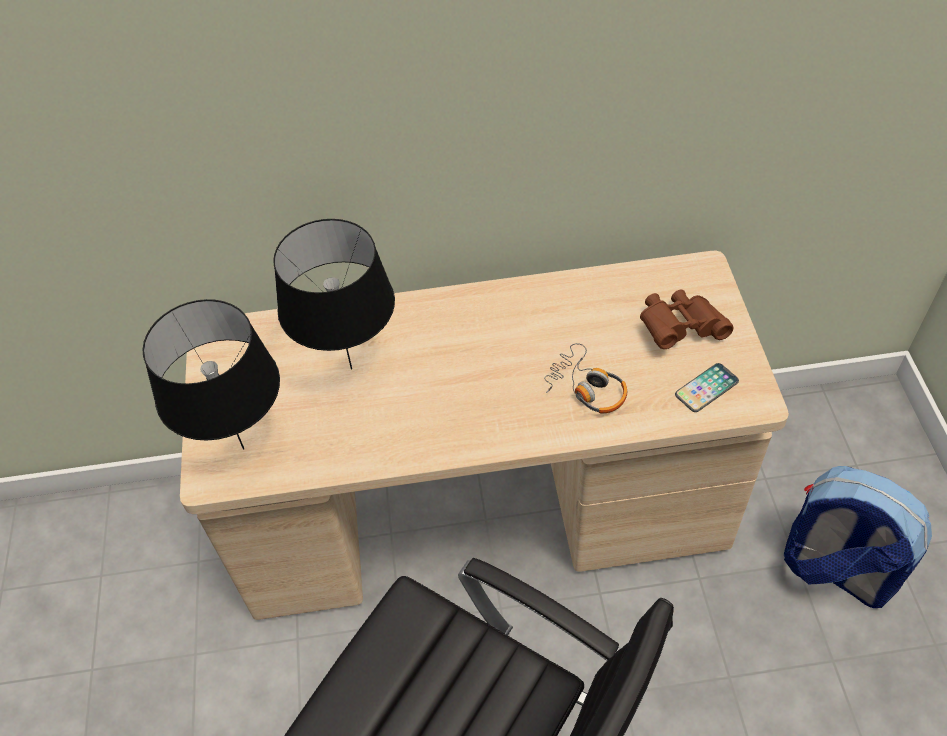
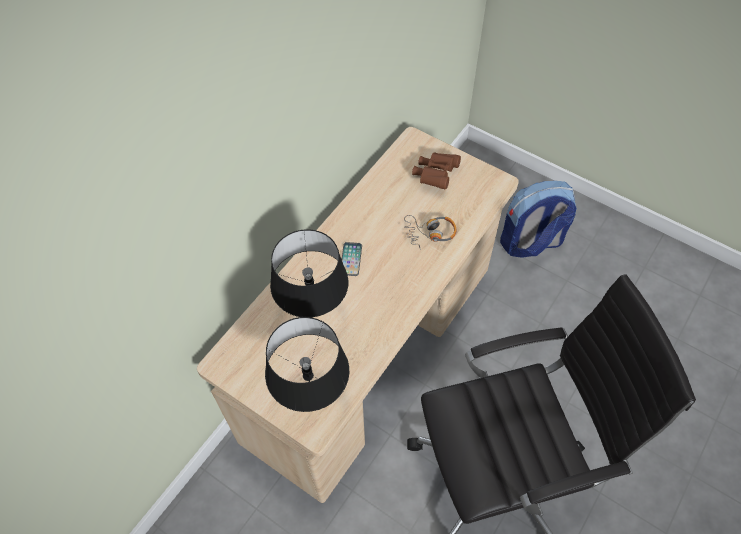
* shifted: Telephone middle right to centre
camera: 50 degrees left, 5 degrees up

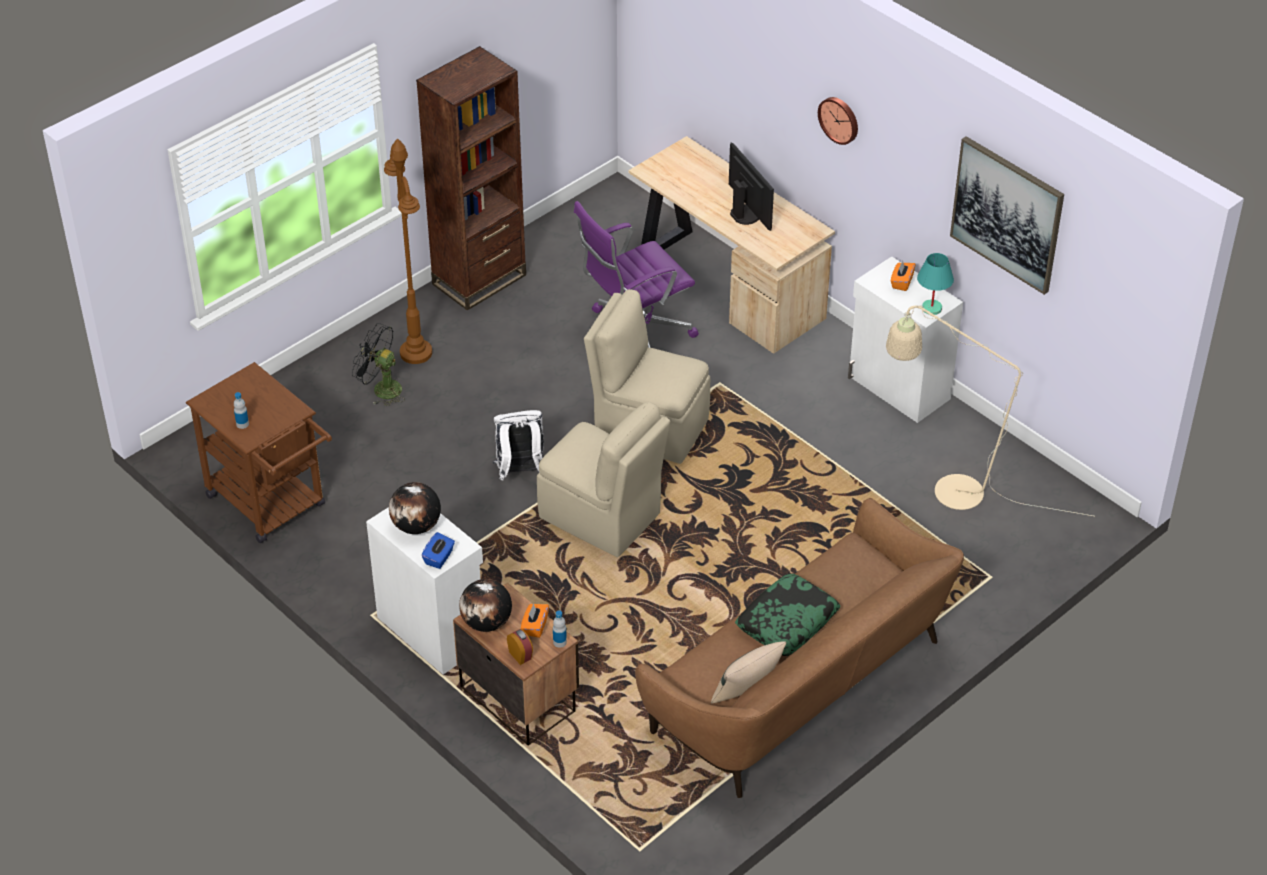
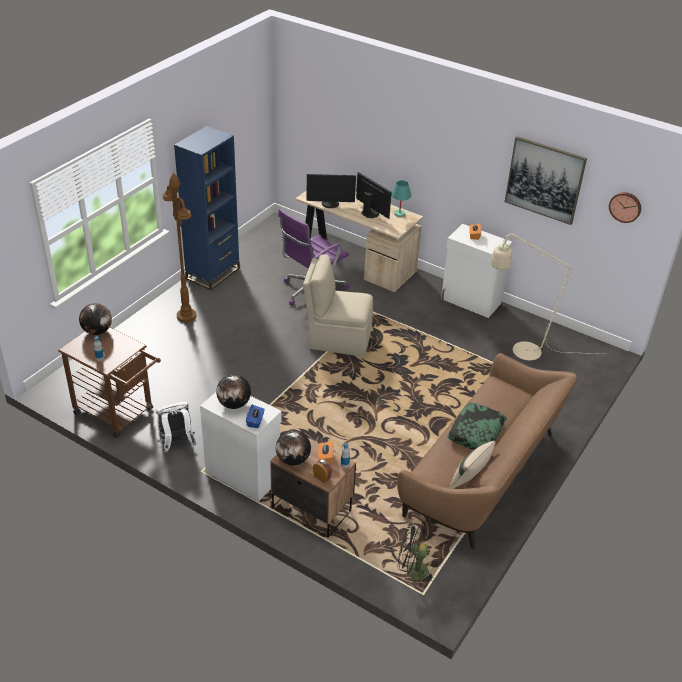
* gone: BeigeUprightChair (no. 1 from left) centre
* new: DeskGlobe (no. 1 from left) middle left
* new: ComputerScreen (no. 1 from left) top centre
* shifted: BlackCoolingFan middle left to bottom centre
* shifted: WhiteBackpack centre to middle left
* shifted: WallClock top centre to top right
* shifted: TurquoiseColouredLampForATable top right to top centre
* repainted: BrownishShelvingUnit top centre to BlueColouredShelvingUnit top left
camera: 15 degrees left, 5 degrees down

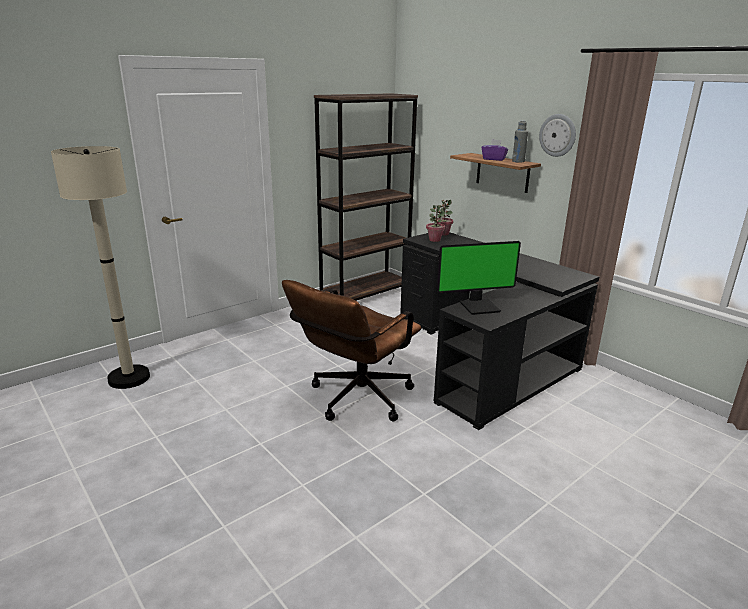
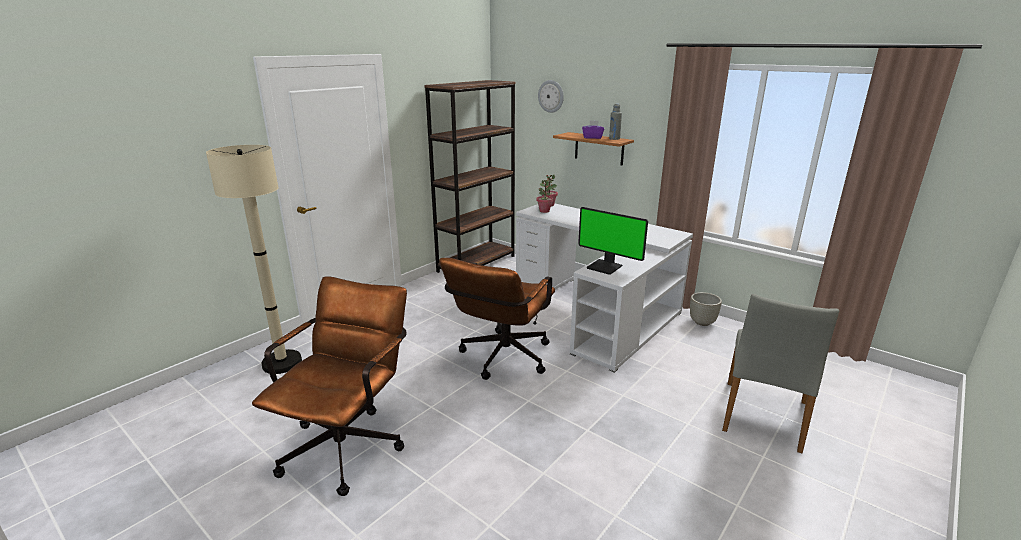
* new: BrownishComputerChair (no. 1 from left) bottom left
* new: GreyPlantPot middle right
* new: GreyUprightChair bottom right
* shifted: WallClock top right to top centre
* repainted: BlackDeskTable middle right to WhiteDeskTable centre
* rotated: ComputerScreen centre = centre 60 degrees clockwise
camera: 10 degrees left, 0 degrees up

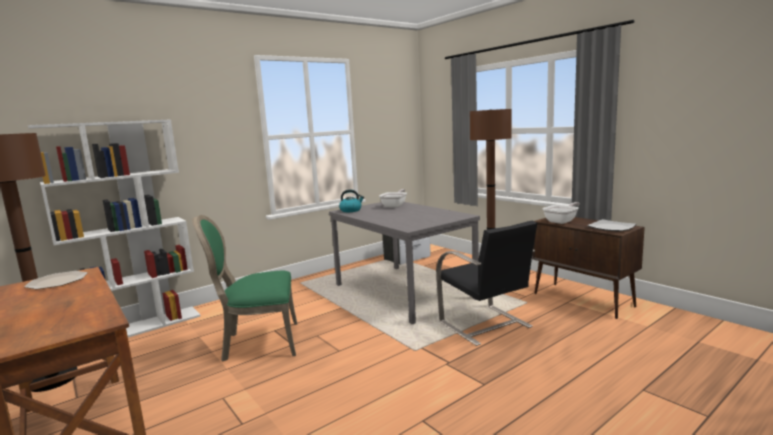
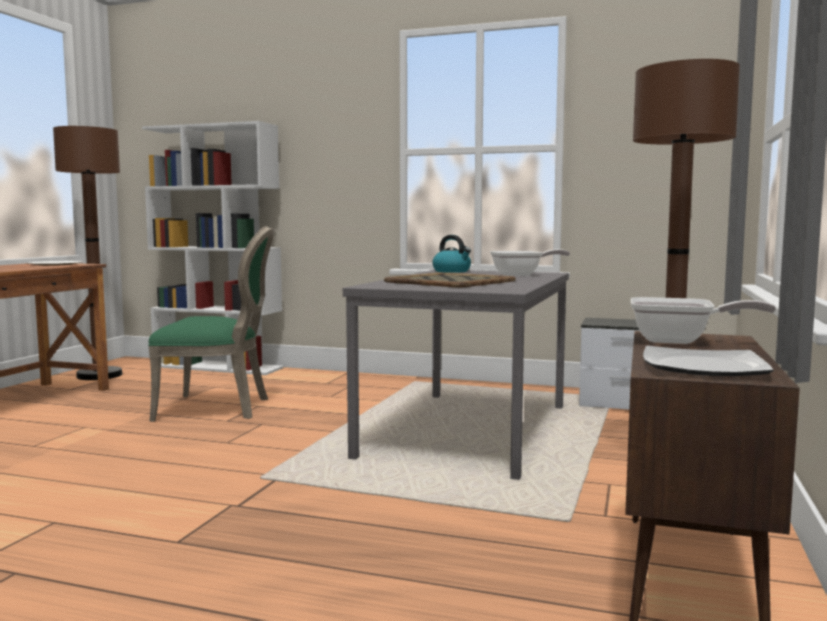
* gone: BlackUprightChair centre
* new: Tray centre
* rotated: GreenUprightChair middle left = middle left 135 degrees clockwise
camera: 55 degrees right, 5 degrees down

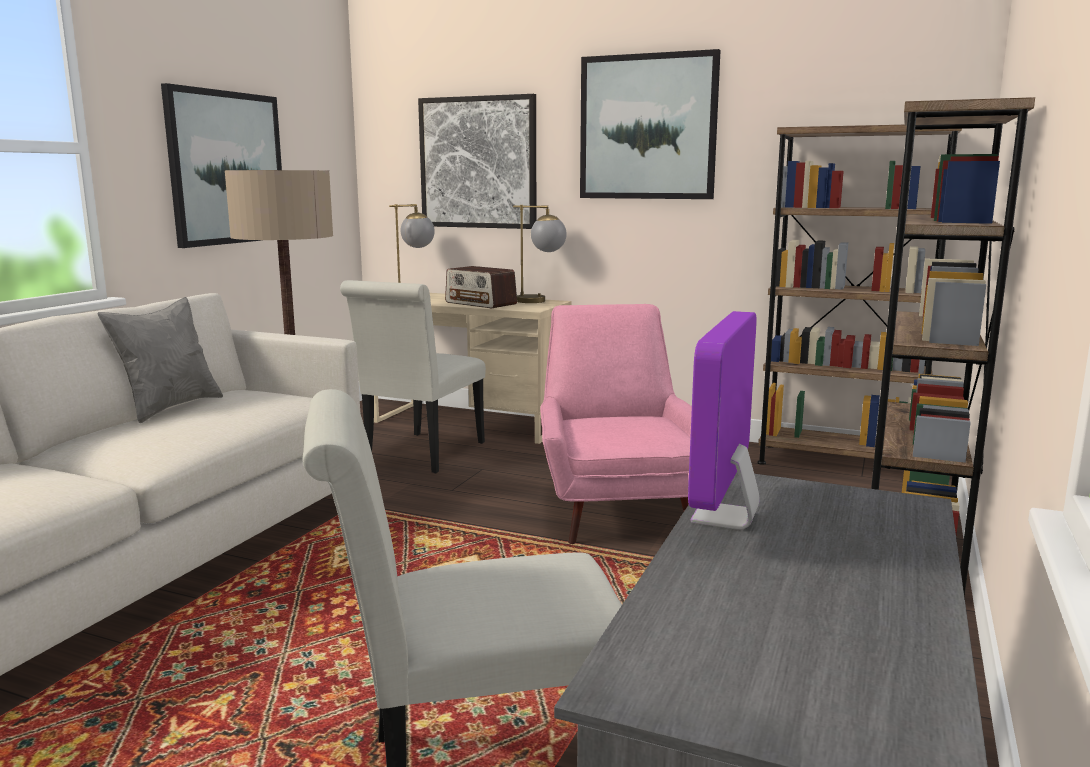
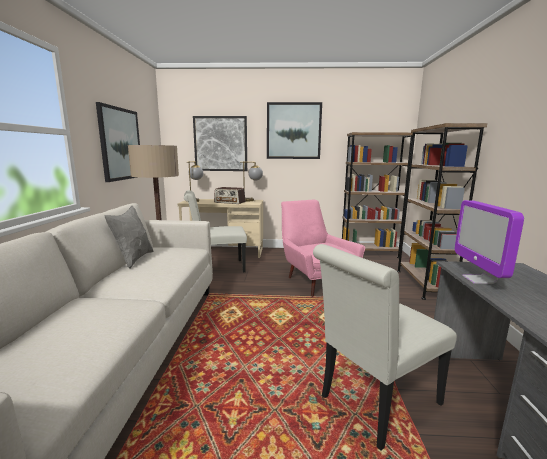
* rotated: WhiteUprightChair (no. 1 from left) centre = centre 75 degrees clockwise
camera: 20 degrees left, 0 degrees up

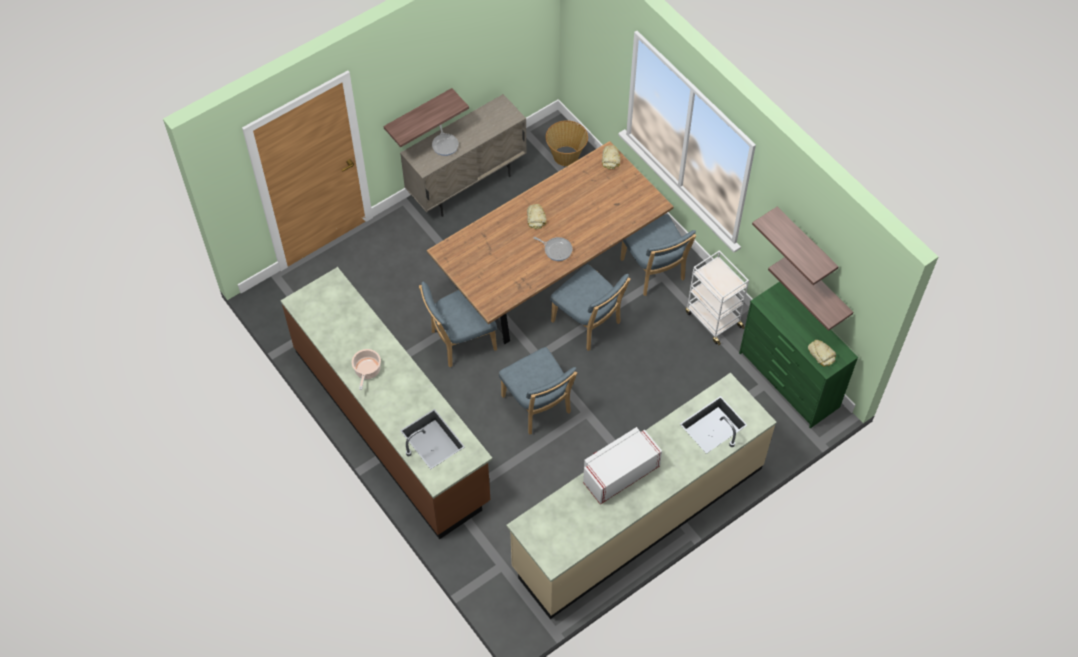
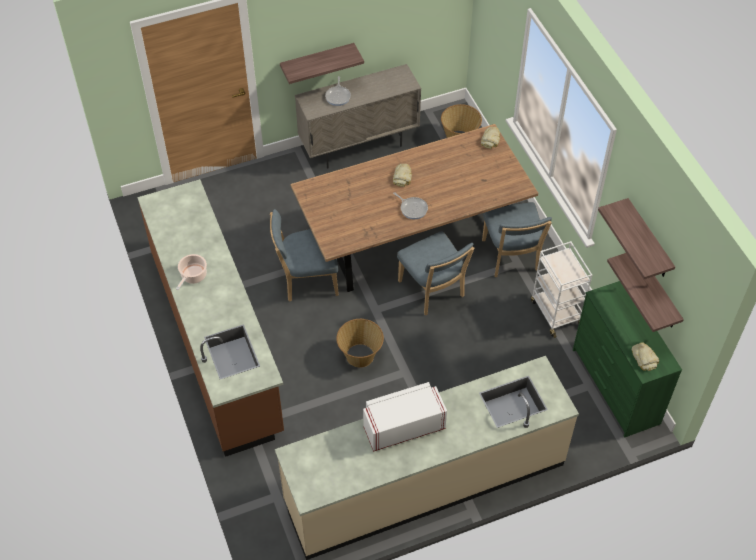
* swapped: BlueColouredUprightChair (no. 2 from left) centre to StorageBasket (no. 1 from left) centre
camera: 15 degrees right, 5 degrees down

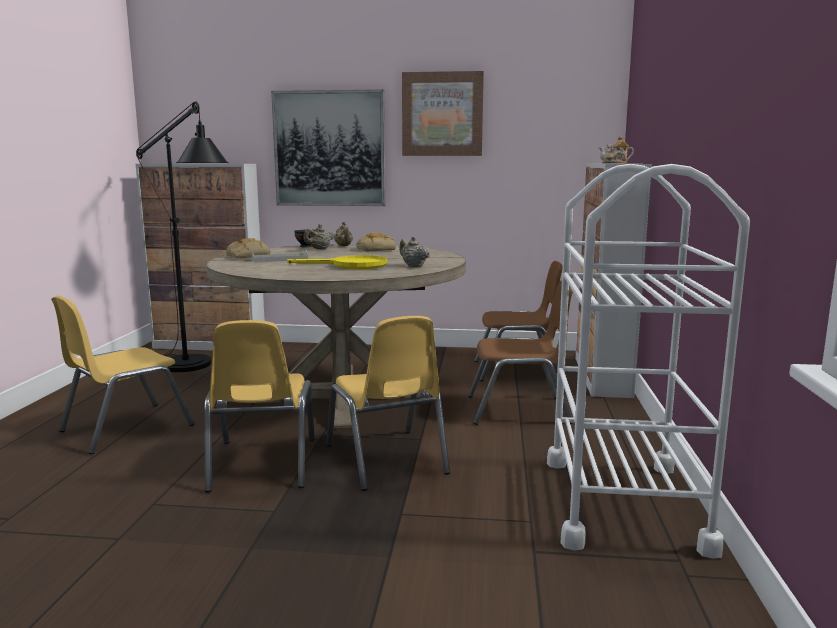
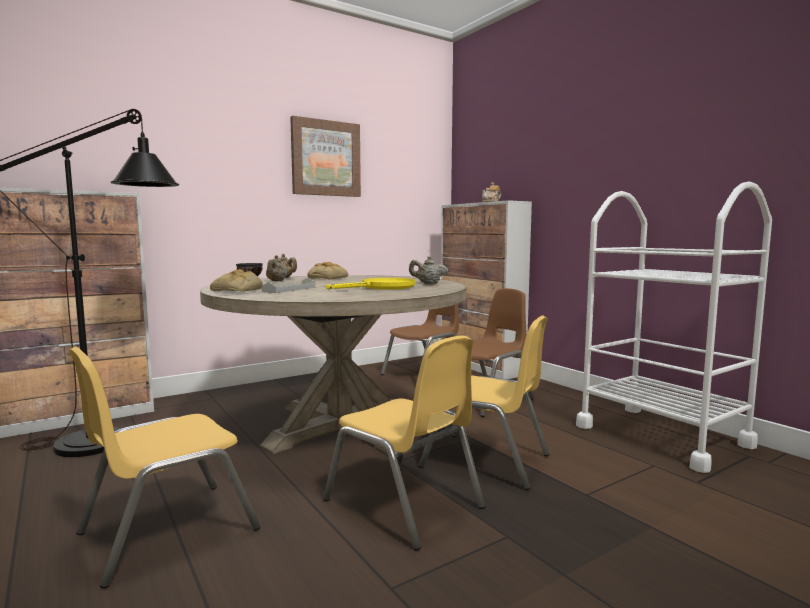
* gone: Picture (no. 1 from left) top centre
* rotated: YellowUprightChair (no. 1 from left) middle left = bottom left 45 degrees clockwise
camera: 40 degrees left, 5 degrees down

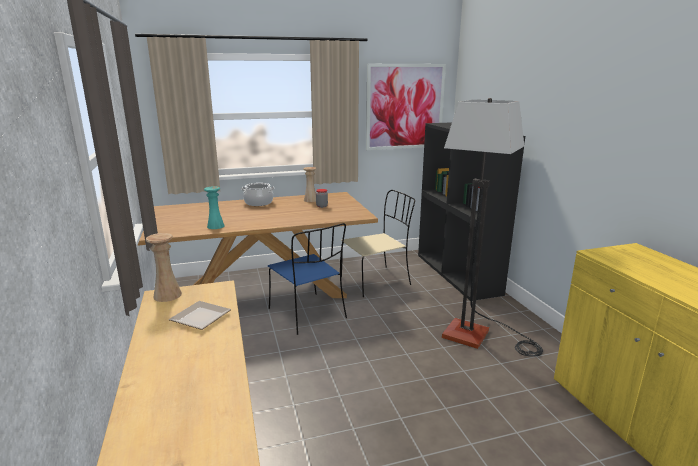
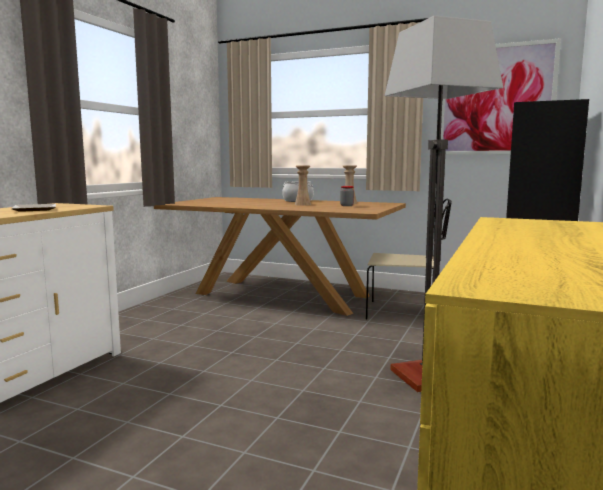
* gone: TurquoiseColouredFlowerVase middle left
* gone: BlueColouredUprightChair centre
* shifted: BeigeFlowerVase (no. 1 from left) middle left to centre
camera: 40 degrees right, 10 degrees down

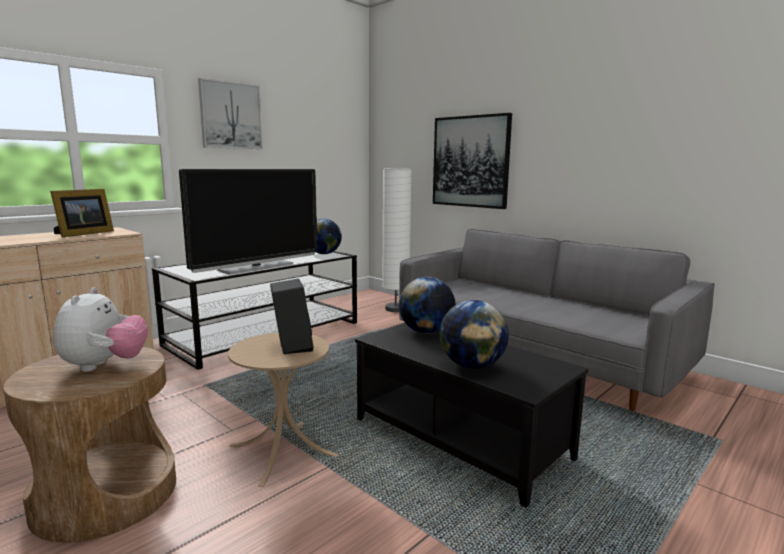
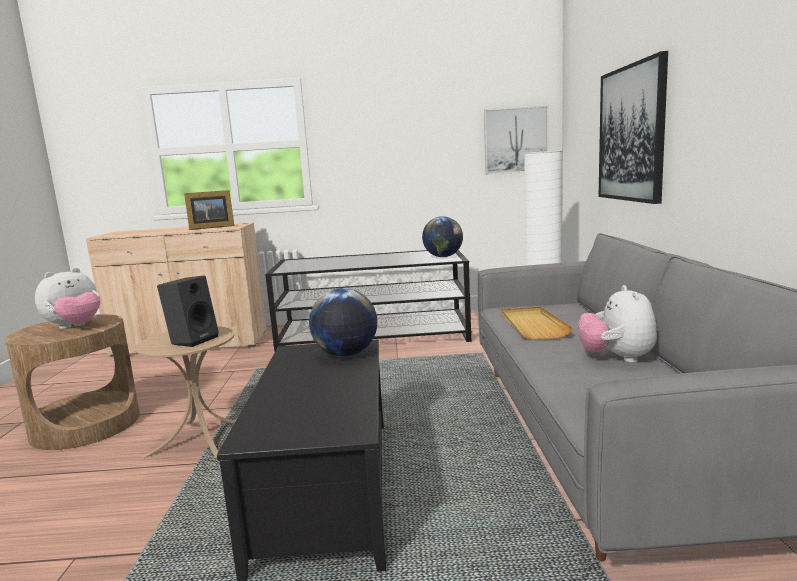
* gone: Television middle left
* gone: DeskGlobe (no. 3 from left) centre
* new: BeigeTray middle right
* new: CuddlyToy (no. 2 from left) middle right
* shifted: Picture (no. 1 from left) top left to top centre
camera: 45 degrees right, 0 degrees up

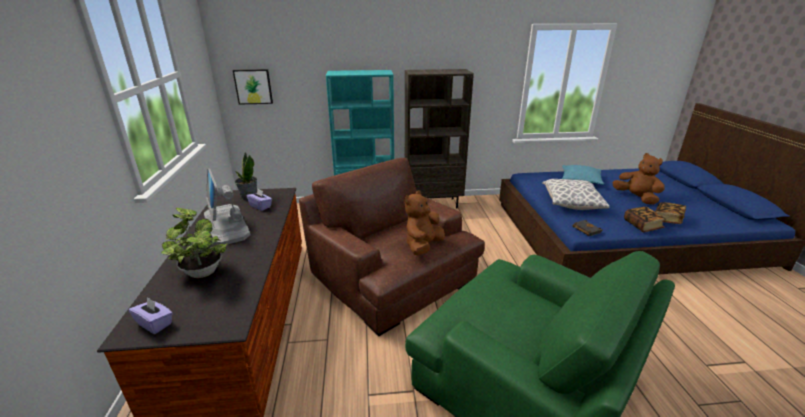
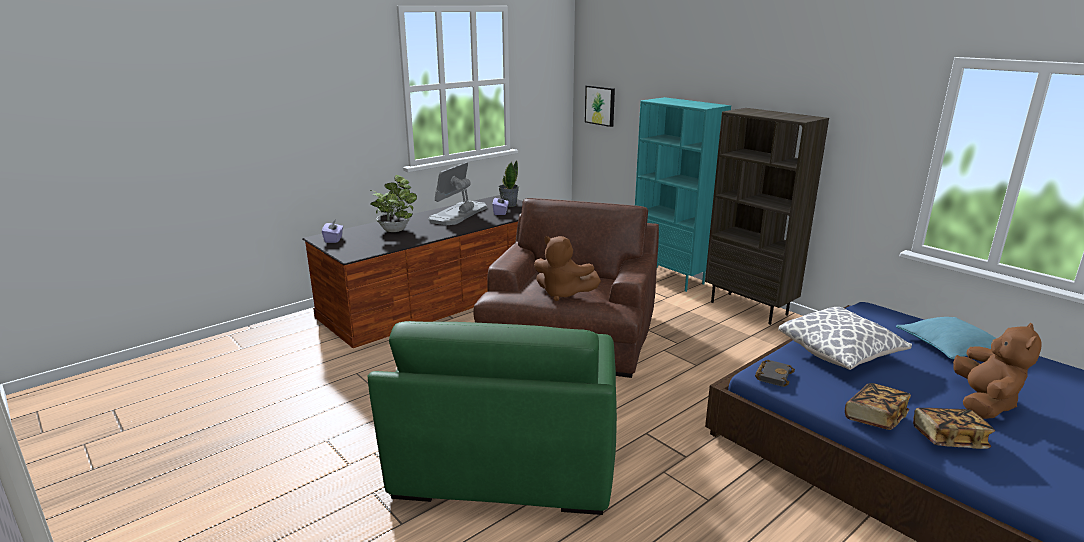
* rotated: BrownishCuddlyToy (no. 1 from left) centre = centre 150 degrees counterclockwise
camera: 55 degrees right, 5 degrees down

